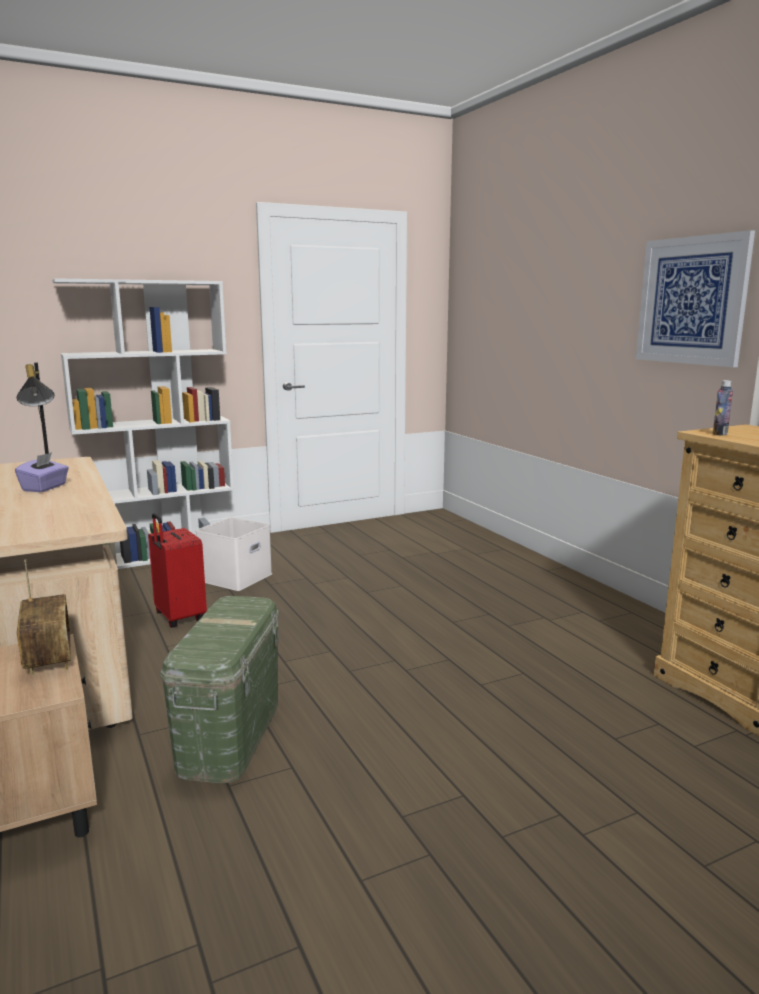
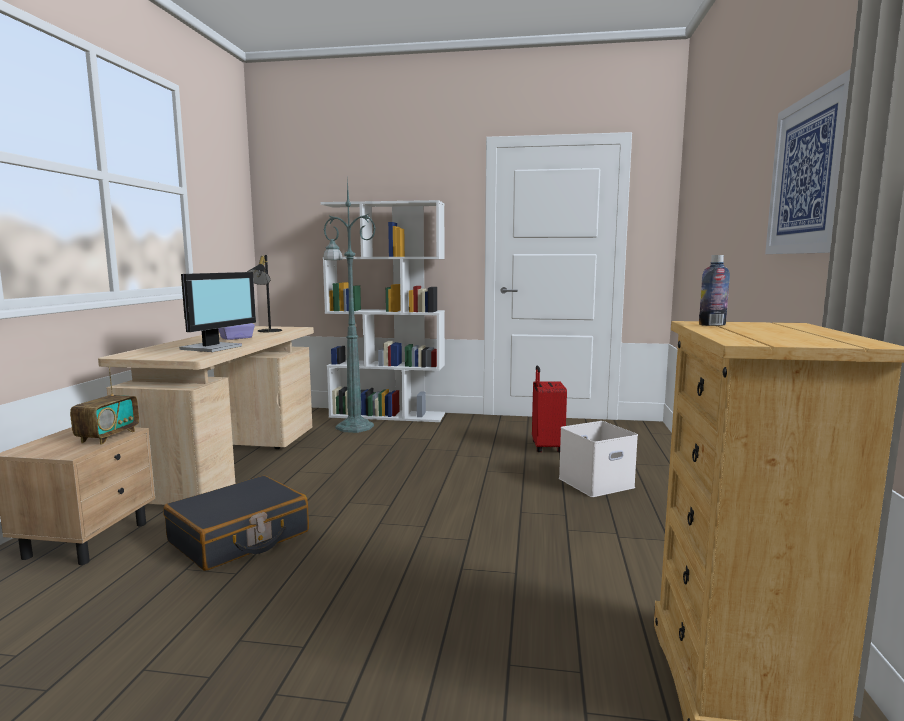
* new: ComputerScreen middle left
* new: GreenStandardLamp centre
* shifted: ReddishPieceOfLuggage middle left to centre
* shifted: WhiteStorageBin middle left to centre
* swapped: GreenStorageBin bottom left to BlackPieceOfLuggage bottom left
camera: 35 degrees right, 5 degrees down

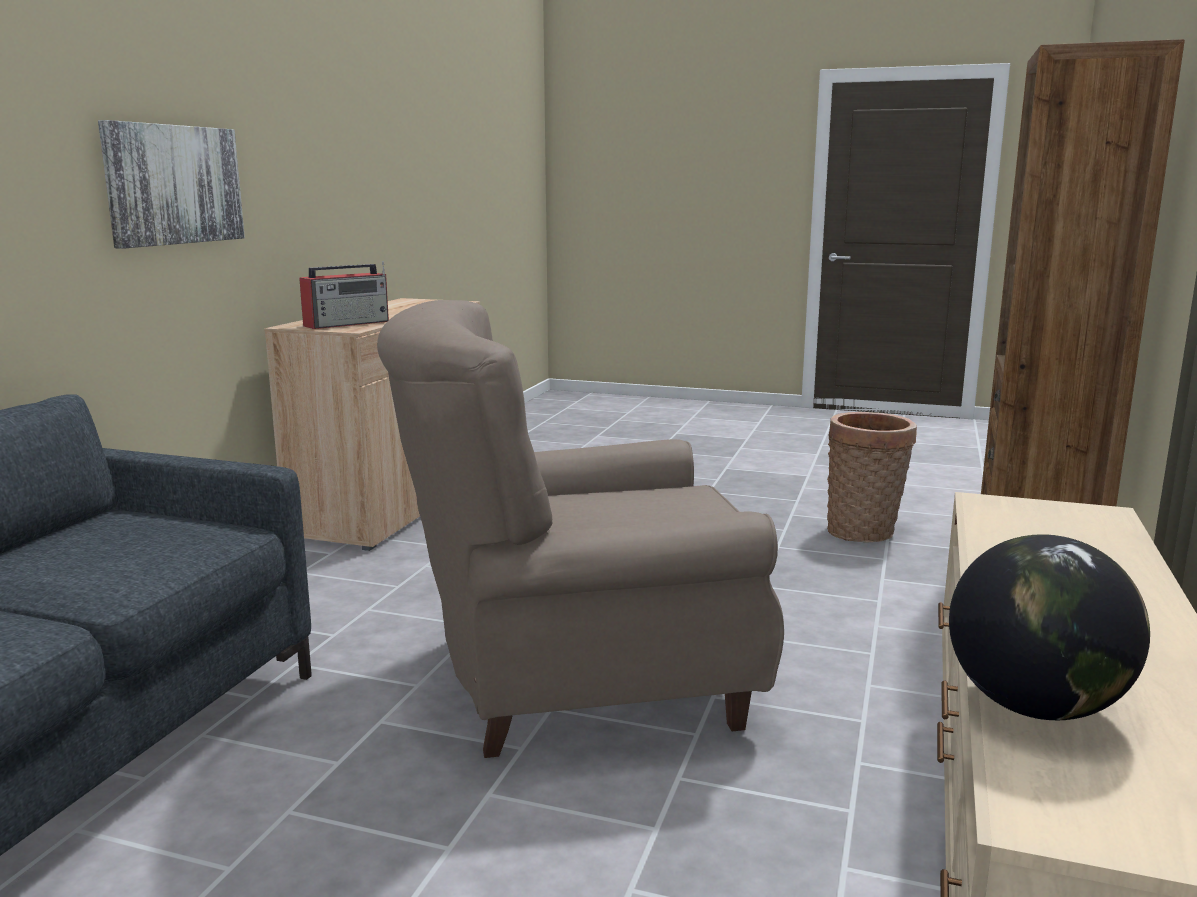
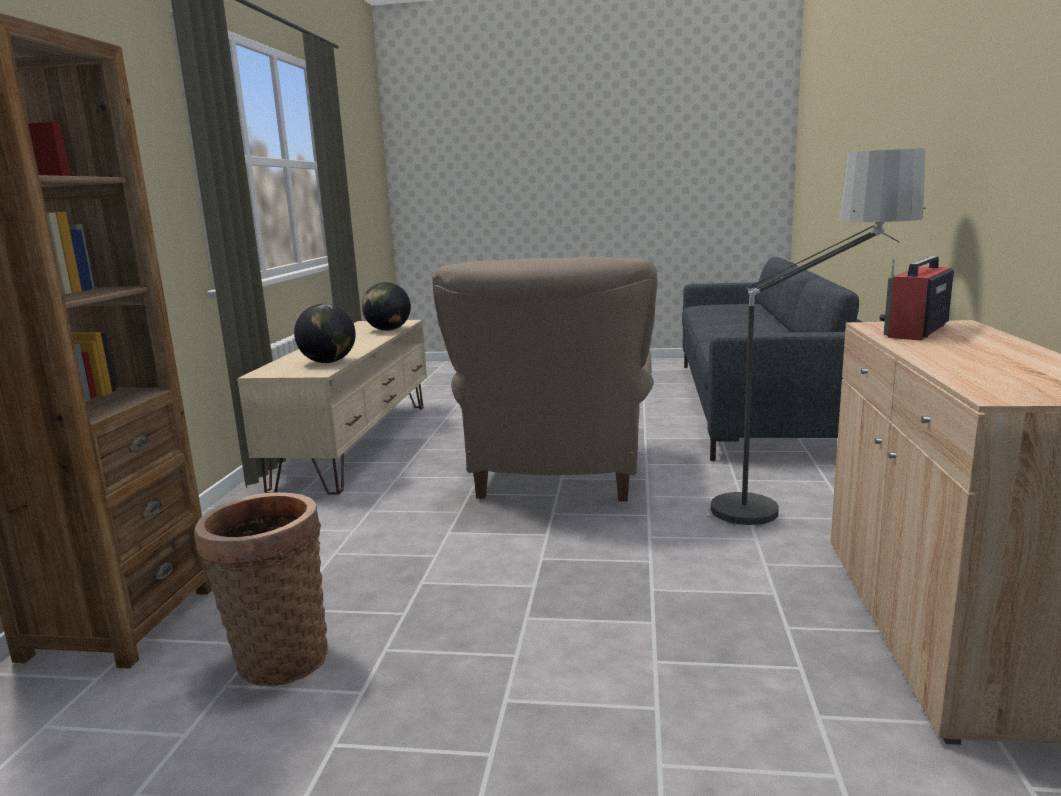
* gone: Picture top left
* new: DeskGlobe (no. 1 from left) middle left
* new: StandardLamp middle right
* rotated: BeigeLoungeChair centre = centre 120 degrees clockwise
camera: 170 degrees right, 0 degrees up

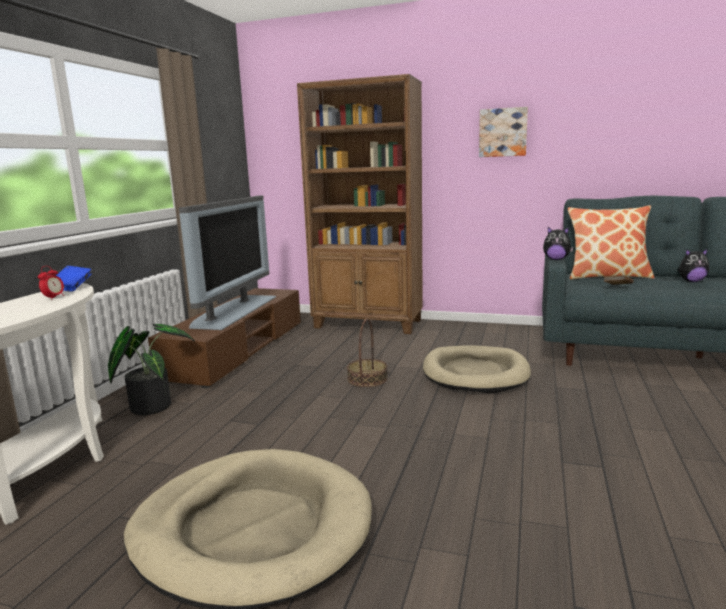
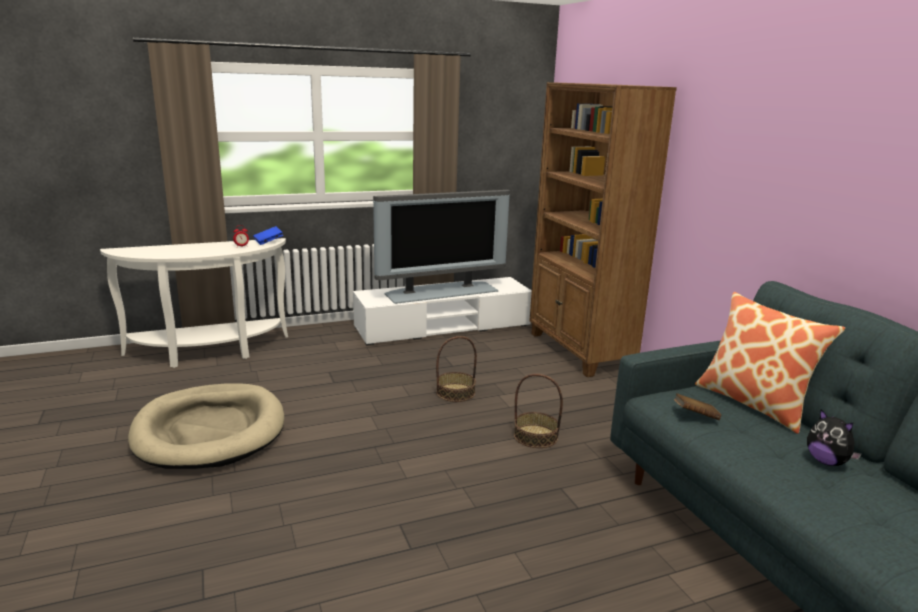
* gone: Houseplant middle left
* gone: Picture top right
* gone: CuddlyToy (no. 1 from left) middle right
* swapped: BeigeDogBed (no. 2 from left) centre to StorageBasket (no. 2 from left) bottom centre
* repainted: BrownishTvUnit middle left to WhiteTvUnit centre
camera: 50 degrees right, 5 degrees up

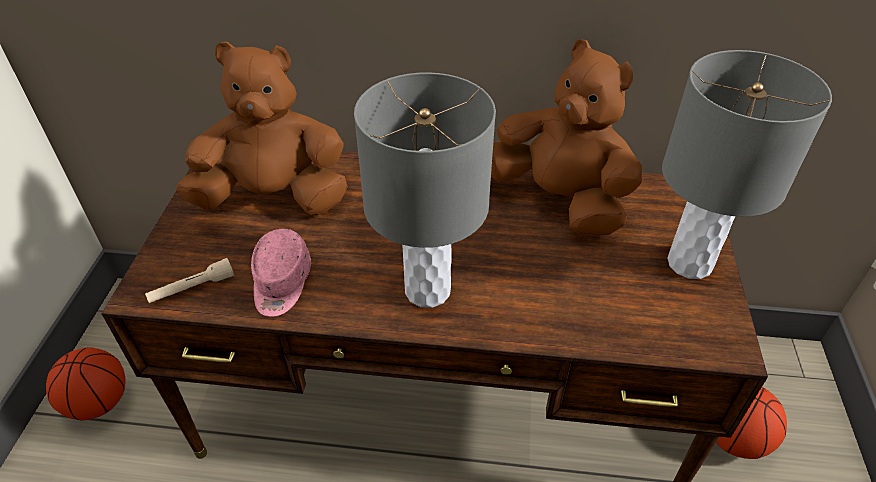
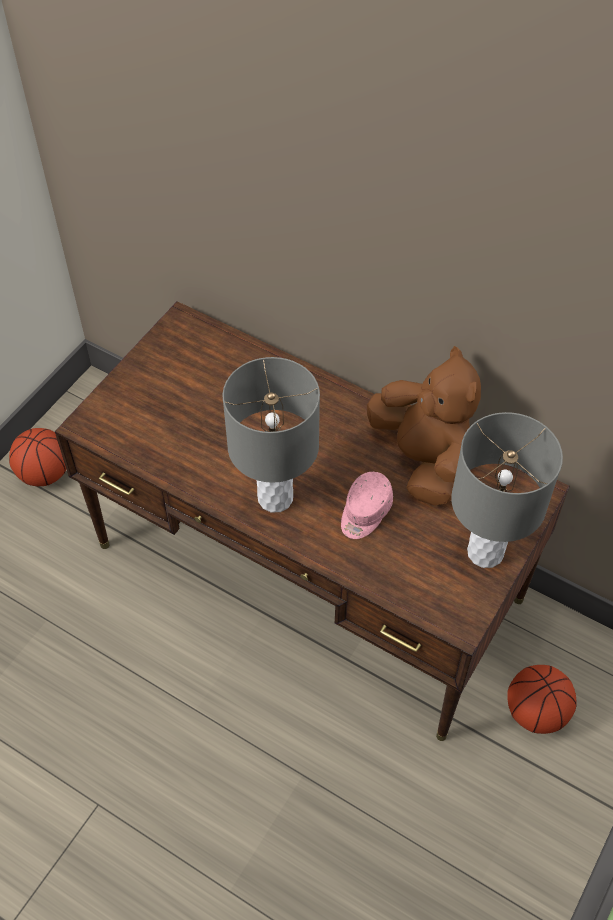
* gone: BeigeTorch middle left
* gone: BrownishCuddlyToy (no. 1 from left) top left
* shifted: PinkishBaseballCap middle left to centre
camera: 25 degrees right, 10 degrees up

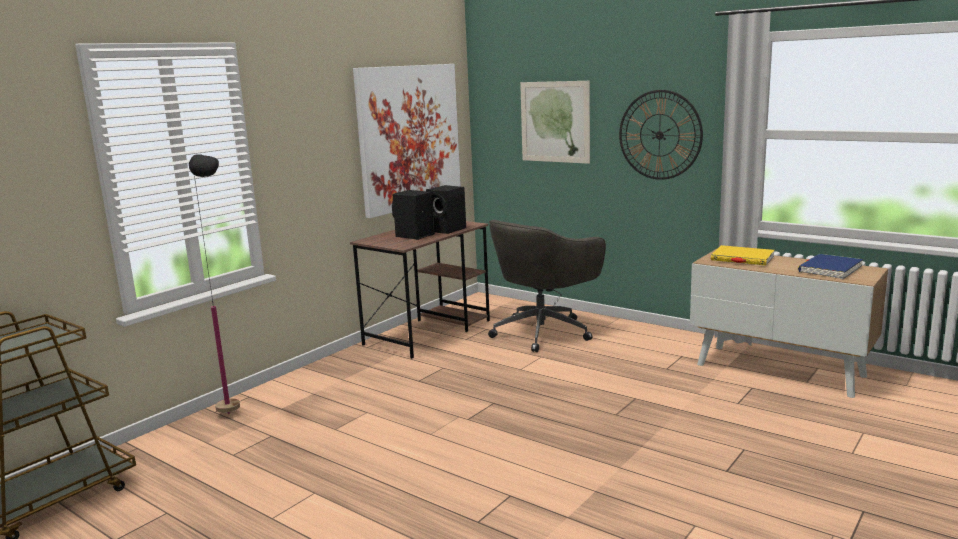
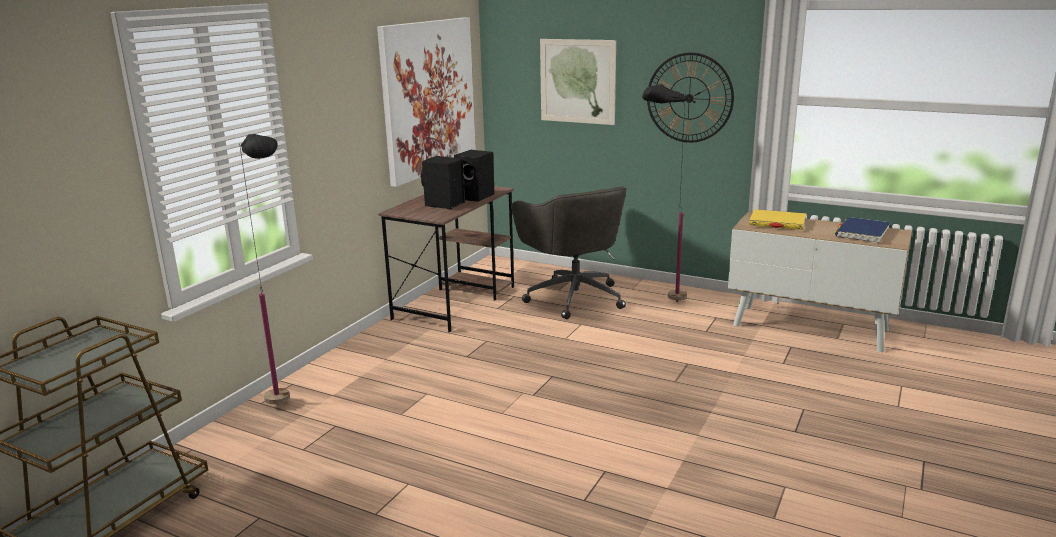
* new: BlackStandardLamp (no. 2 from left) centre
* rotated: GreyComputerChair centre = centre 60 degrees counterclockwise
camera: 10 degrees left, 5 degrees up

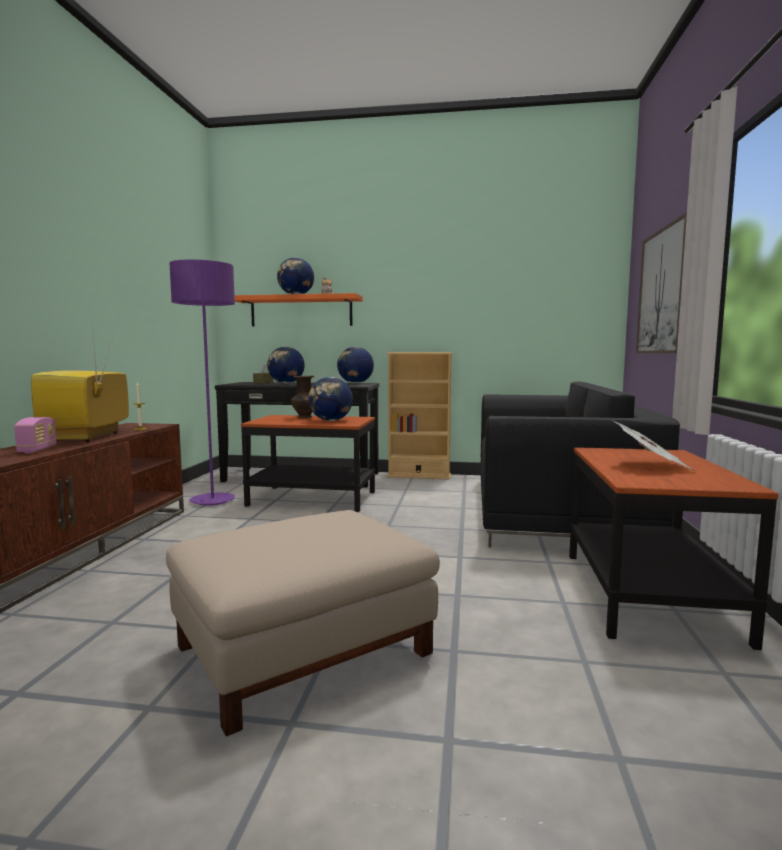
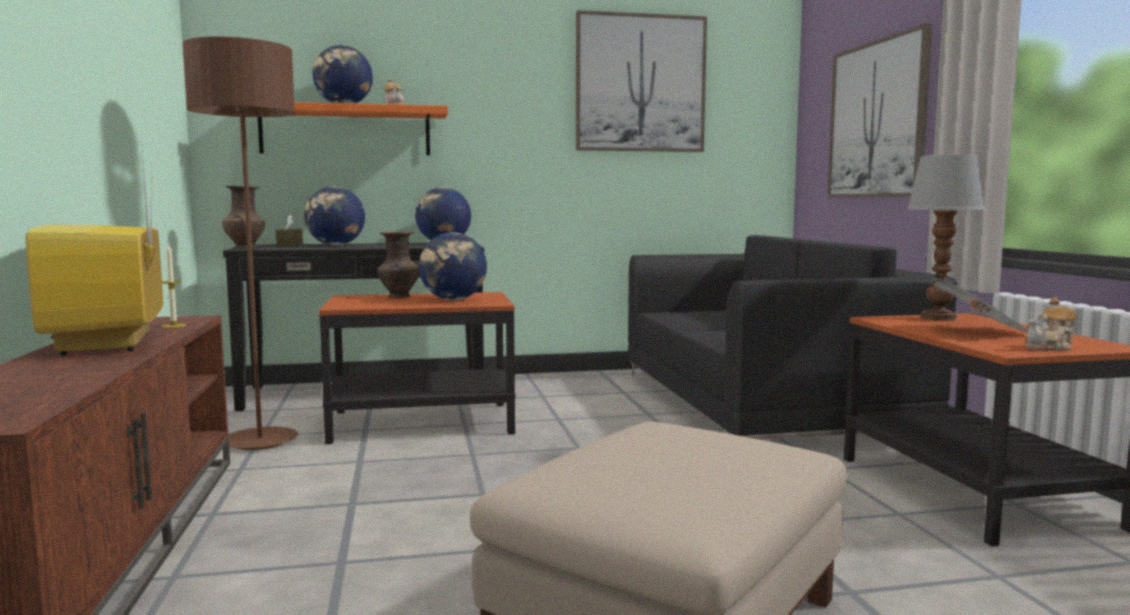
* gone: Radio middle left
* gone: BeigeShelvingUnit centre
* new: BrownishFlowerVase (no. 1 from left) middle left
* new: Picture (no. 1 from left) top centre
* new: LampForATable middle right
* new: Teapot (no. 2 from left) middle right
* repainted: PurpleStandardLamp middle left to BrownishStandardLamp middle left
camera: 20 degrees left, 0 degrees up

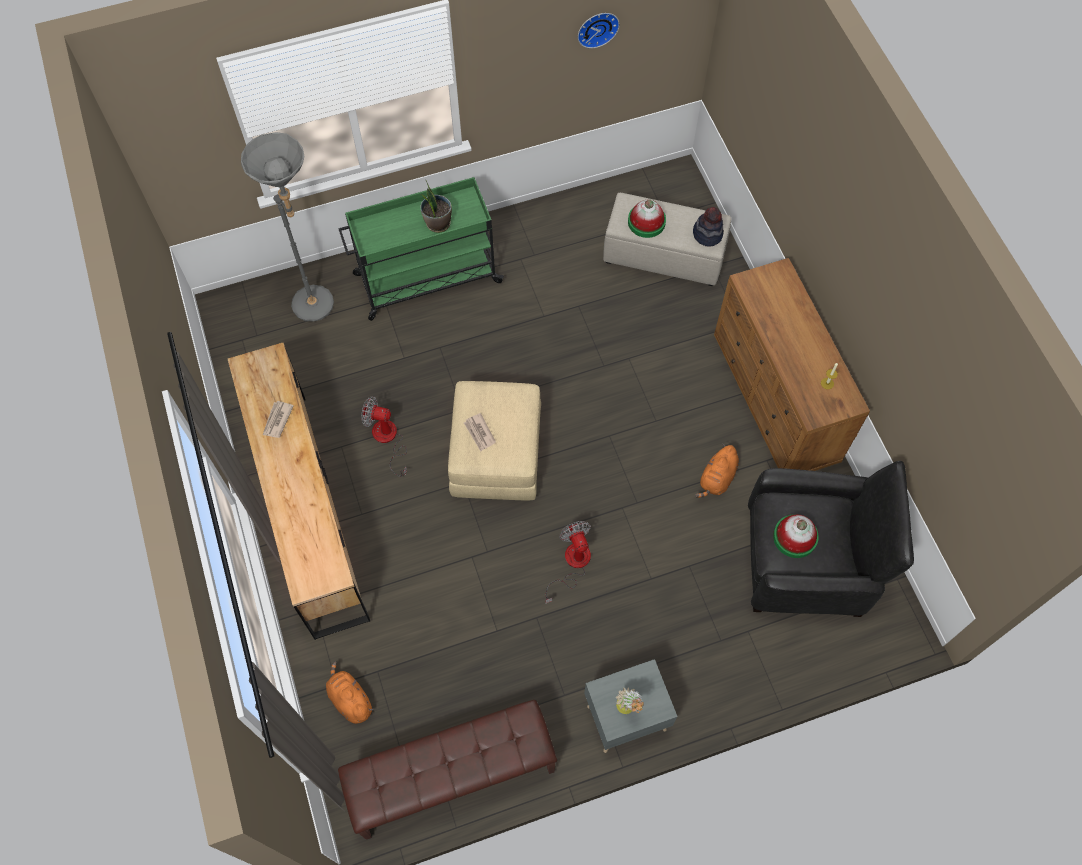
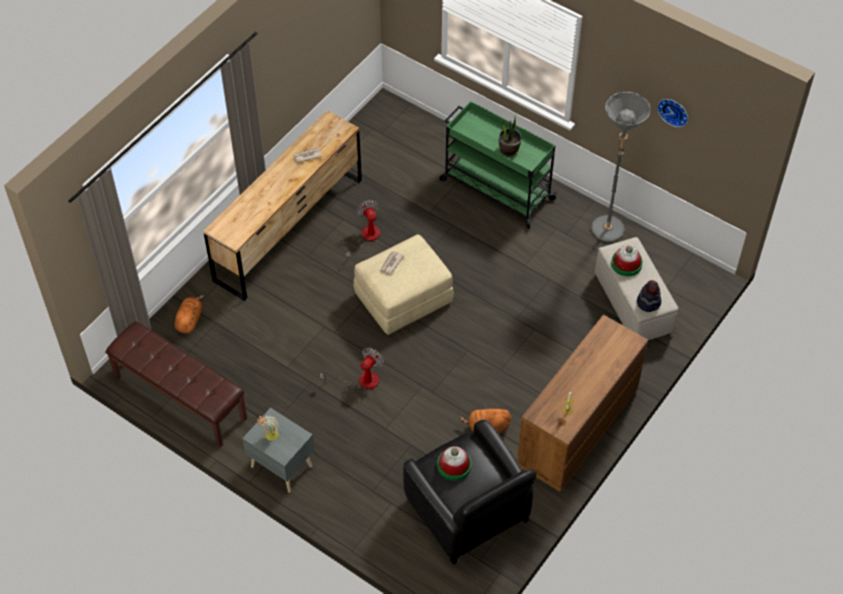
* shifted: GreyStandardLamp top left to top right
camera: 55 degrees right, 10 degrees down

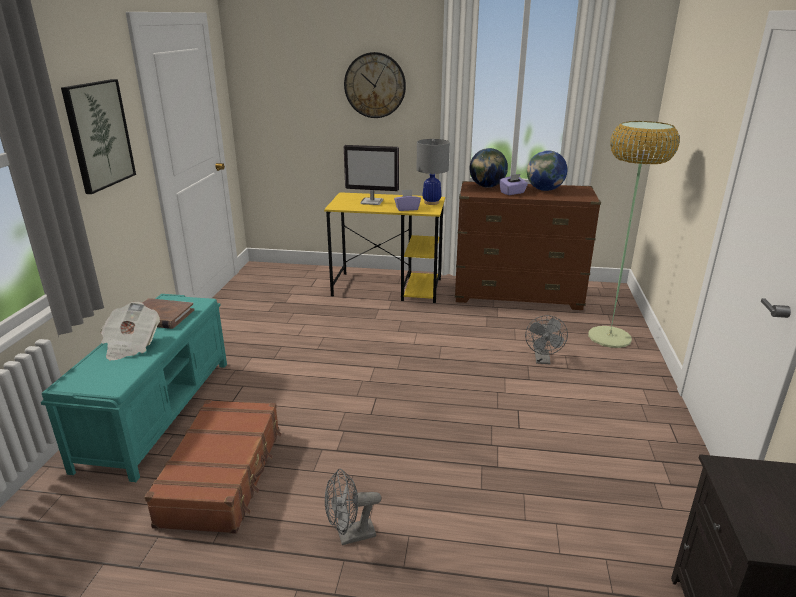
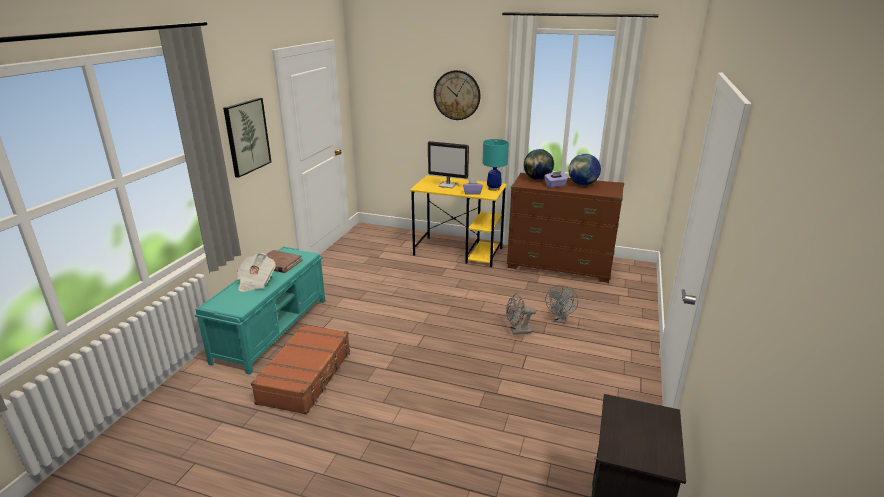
* gone: StandardLamp middle right
* shifted: GreyCoolingFan (no. 1 from left) bottom centre to centre
* repainted: GreyLampForATable top centre to TurquoiseColouredLampForATable top centre
camera: 10 degrees right, 0 degrees up

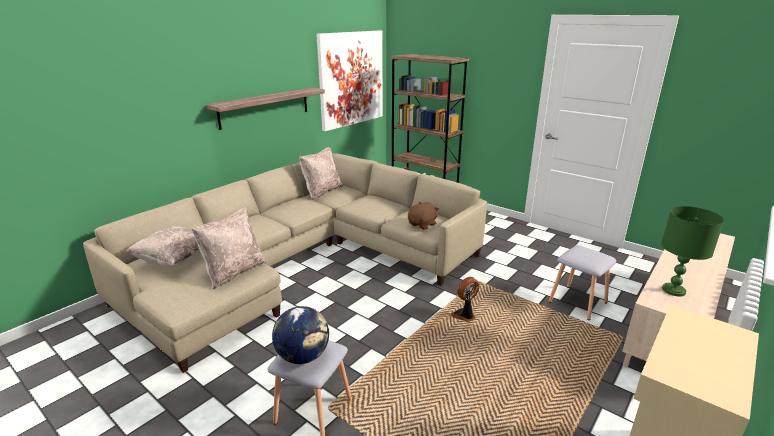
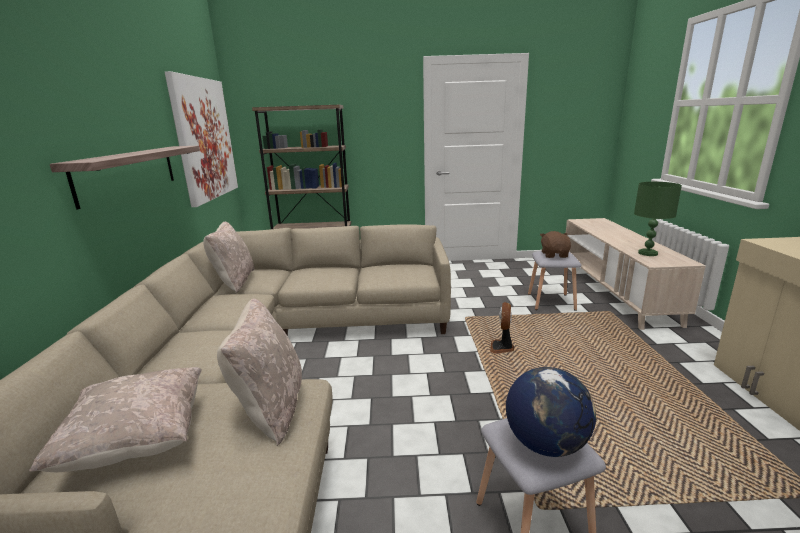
* shifted: BrownishCuddlyToy centre to middle right
camera: 40 degrees left, 5 degrees down

